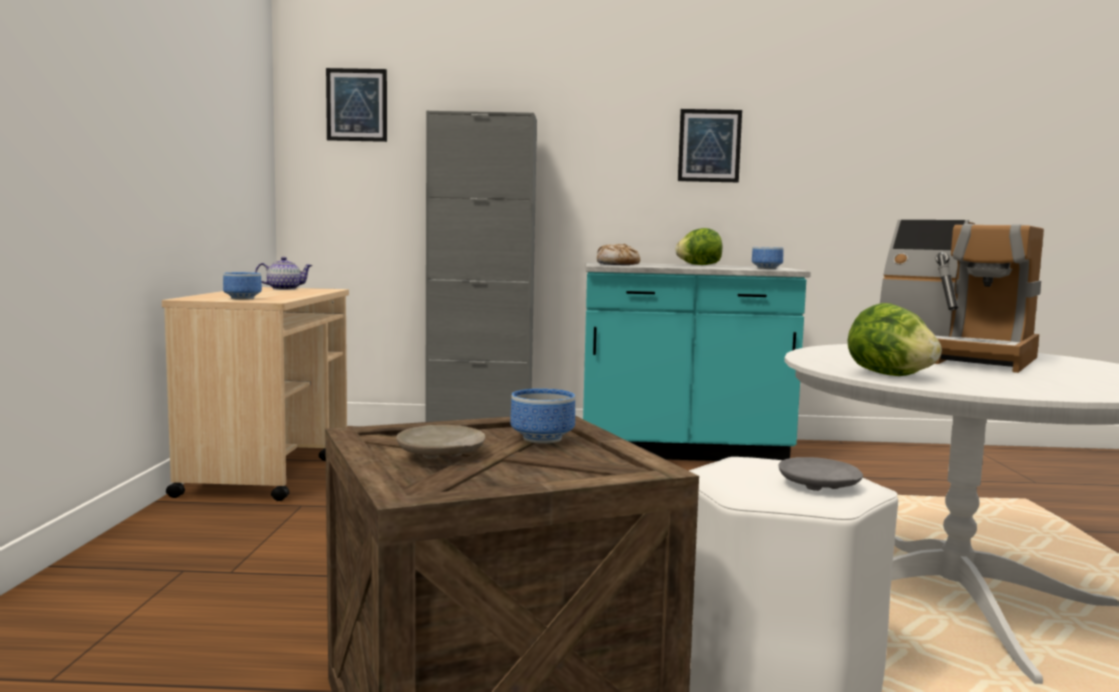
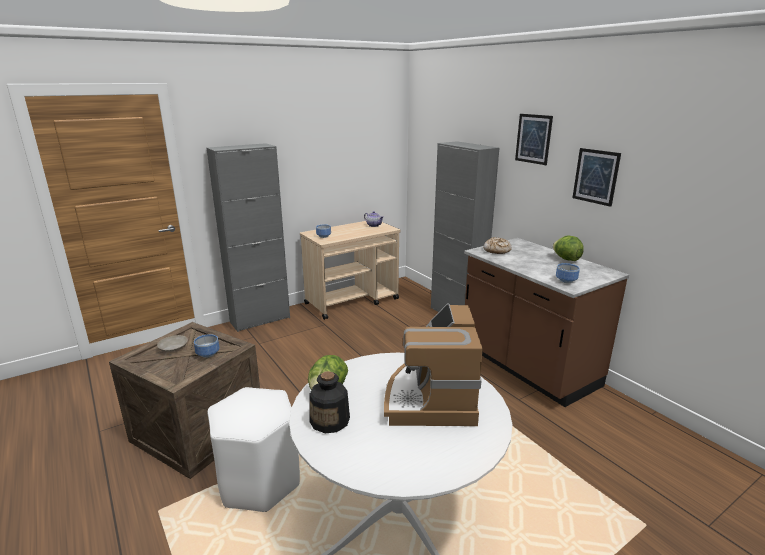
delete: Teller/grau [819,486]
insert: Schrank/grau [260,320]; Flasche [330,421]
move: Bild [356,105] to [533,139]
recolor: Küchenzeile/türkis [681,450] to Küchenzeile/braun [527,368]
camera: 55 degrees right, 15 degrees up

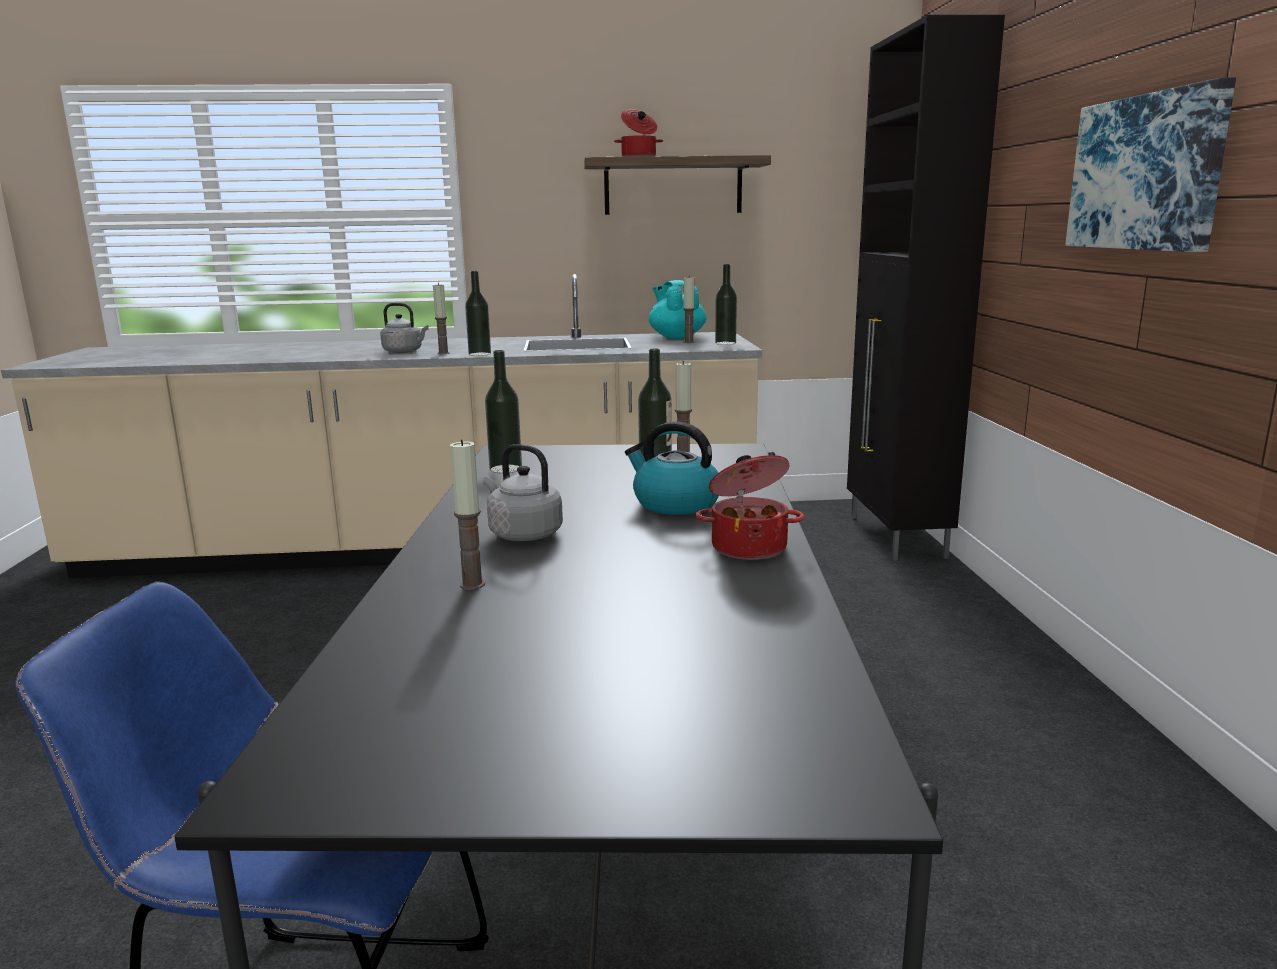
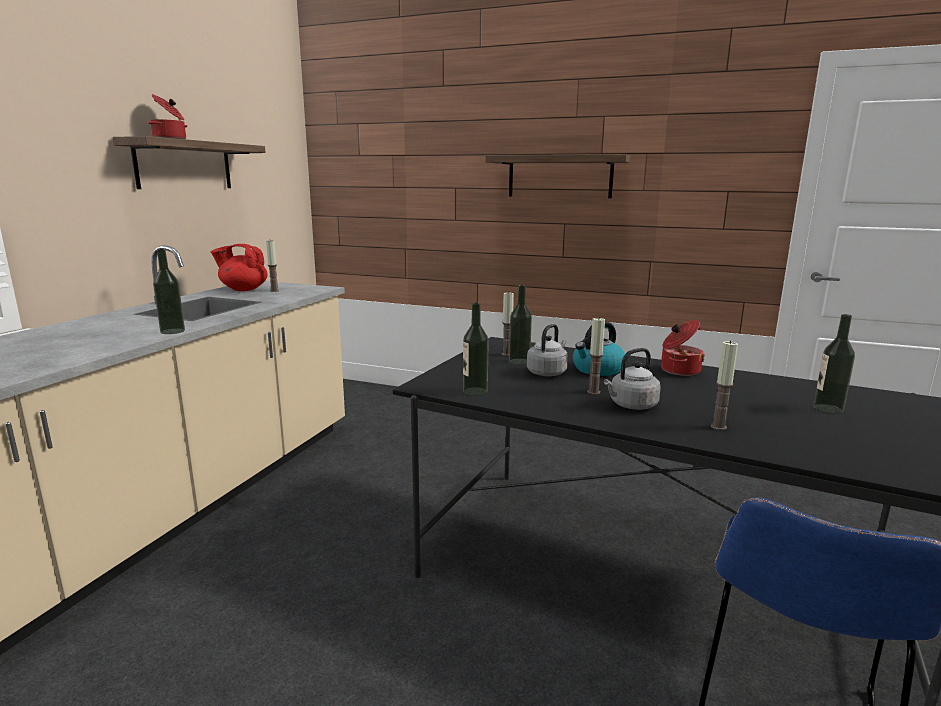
delete: Schrank/schwarz [896,537]
move: Flasche [725,343] to [828,409]; Kerze [443,353] to [593,392]; Wasserkessel/grau [404,351] to [547,372]
replace: Bild [1146,173] to Wandregal [559,177]
recolor: Teekanne/türkis [676,337] to Teekanne/rot [243,289]
camera: 65 degrees left, 0 degrees up

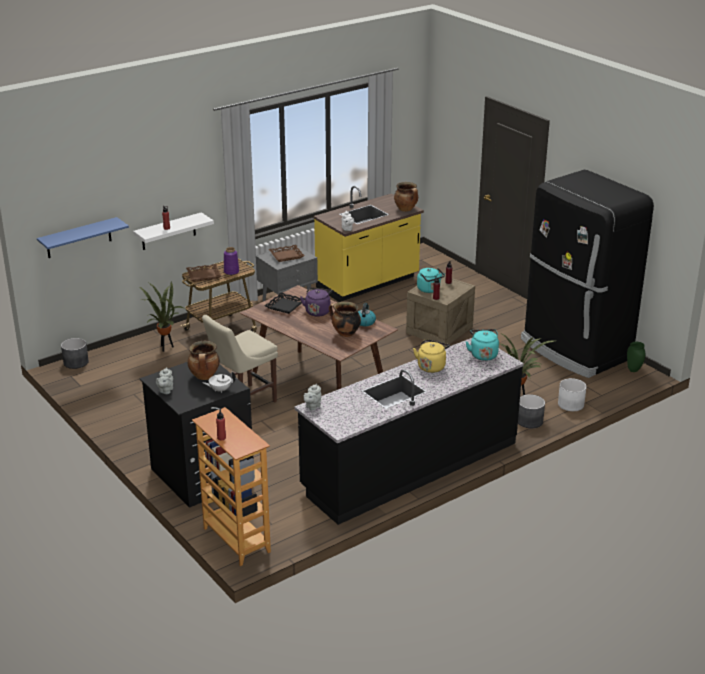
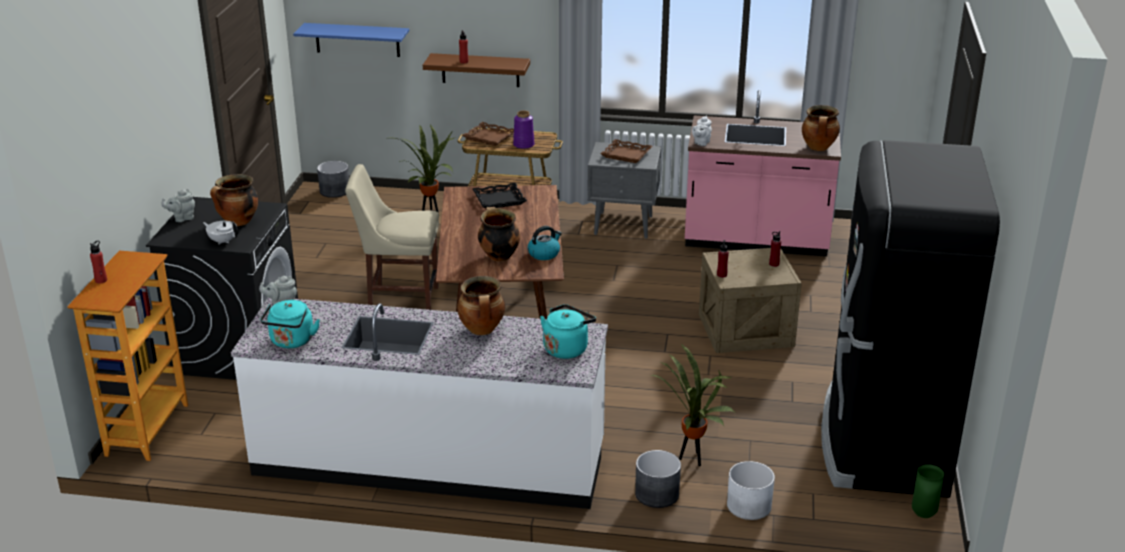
delete: Wasserkessel/lila [317,311]
move: Wasserkessel/türkis [429,289] to [291,342]
replace: Wasserkessel/gelb [431,366] to Kochtopf [482,330]
recolor: Küchenzeile/gelb [368,283] to Küchenzeile/rosa [756,241]; Wandregal/weiß [168,231] to Wandregal/braun [480,70]; Küchenzeile/schwarz [409,466] to Küchenzeile/weiß [430,460]
camera: 45 degrees right, 0 degrees up

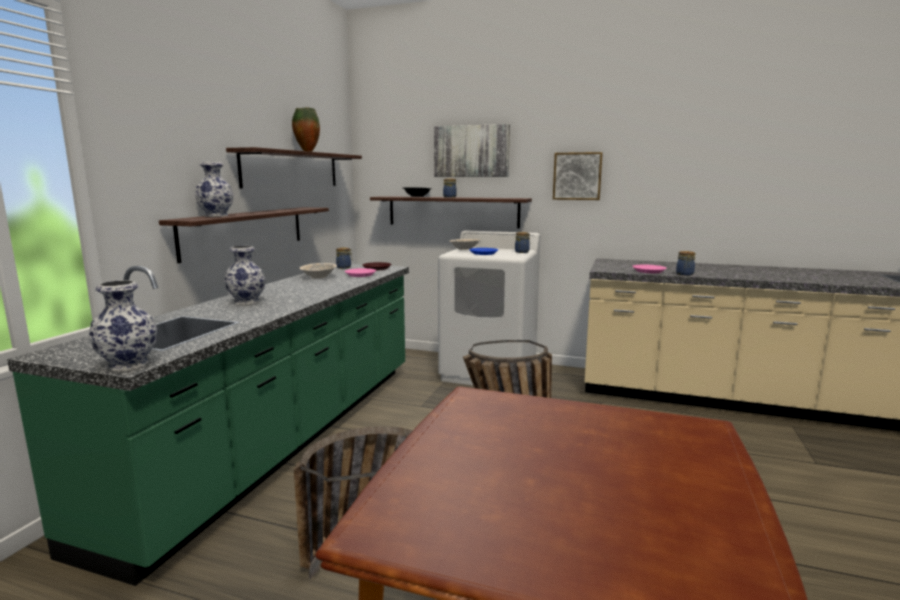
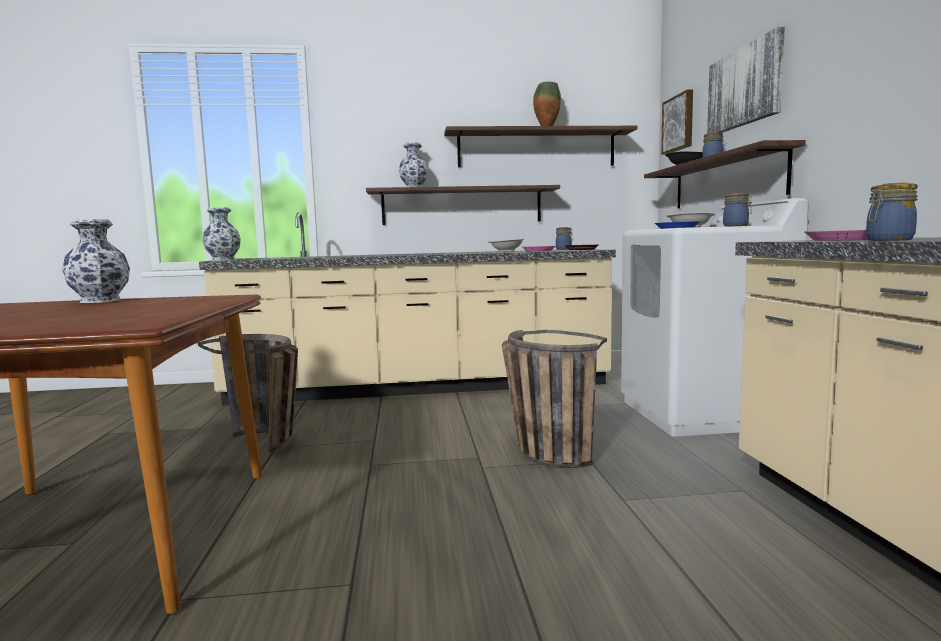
move: Bild [577,176] to [679,123]; Vase [247,301] to [101,301]
recolor: Küchenzeile/grün [286,438] to Küchenzeile/beige [420,387]
camera: 65 degrees right, 5 degrees down

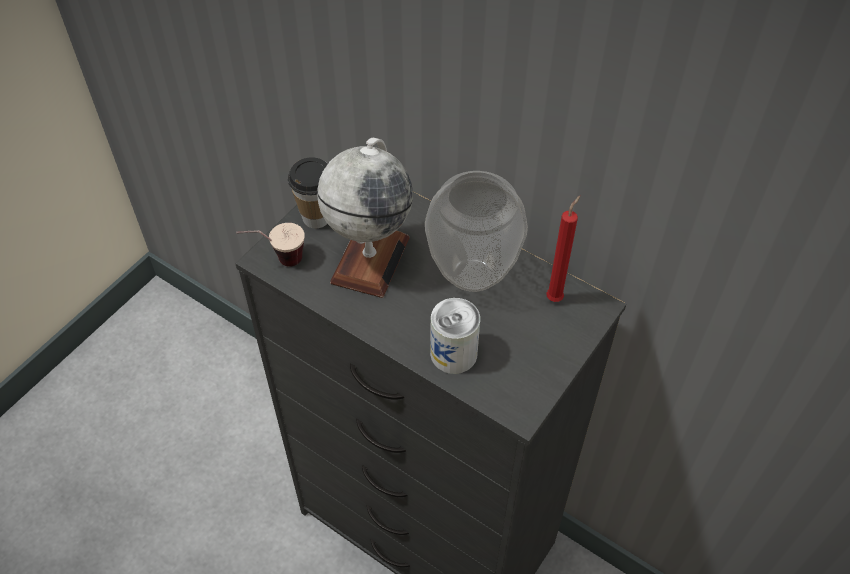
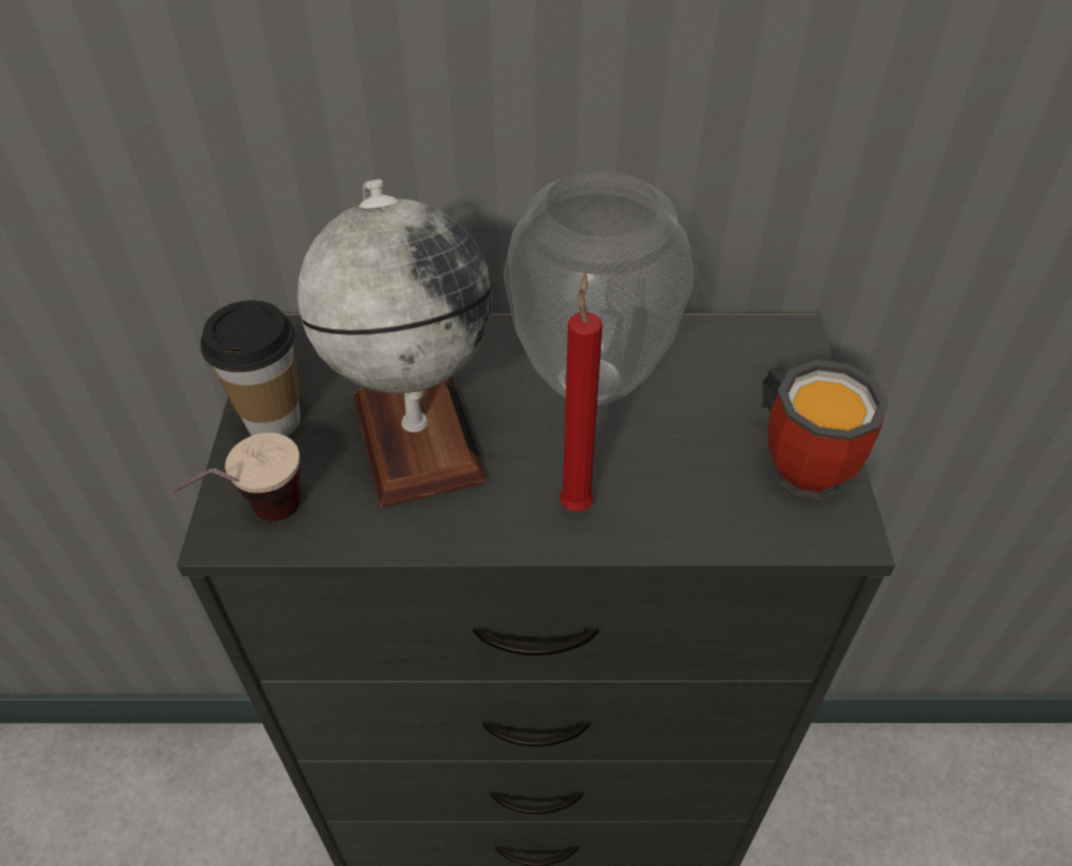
delete: Dose [453,353]
insert: Henkelbecher [802,460]
move: Kerze/rot [556,297] to [576,502]
camera: 35 degrees left, 5 degrees down

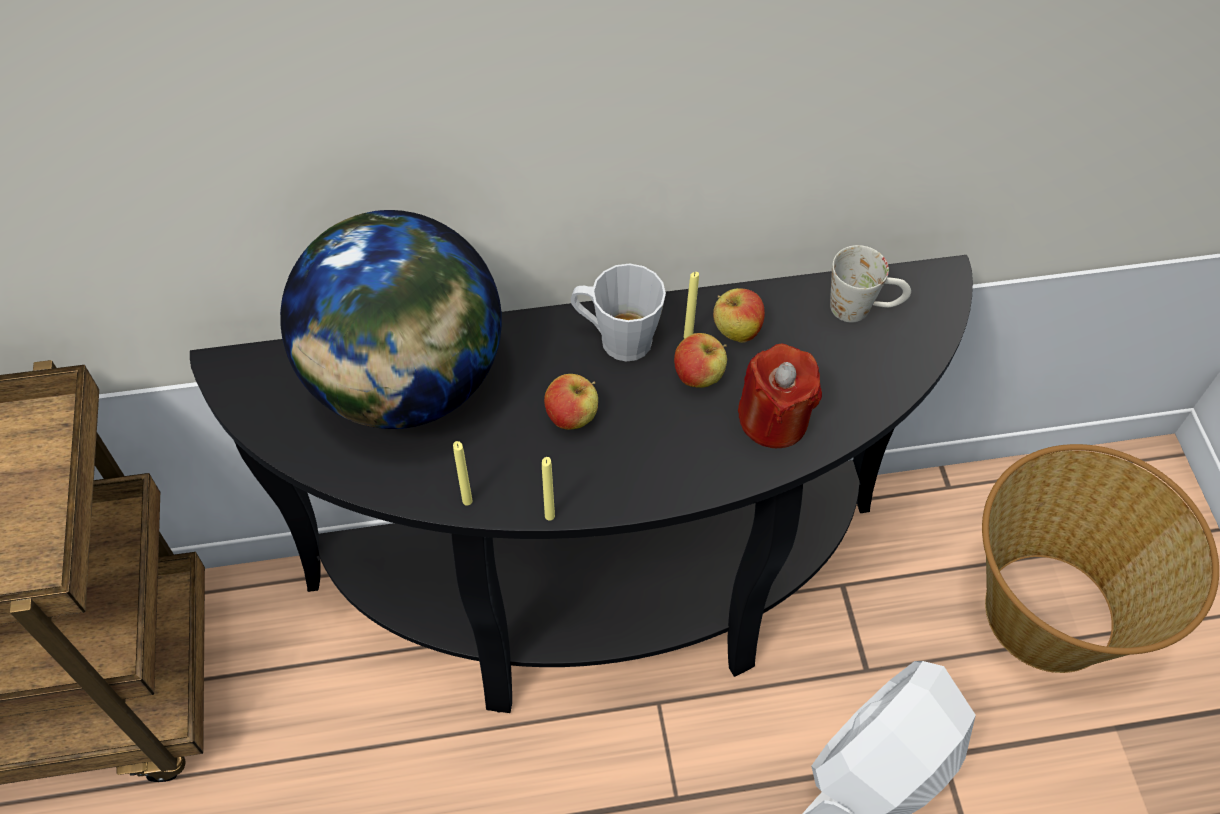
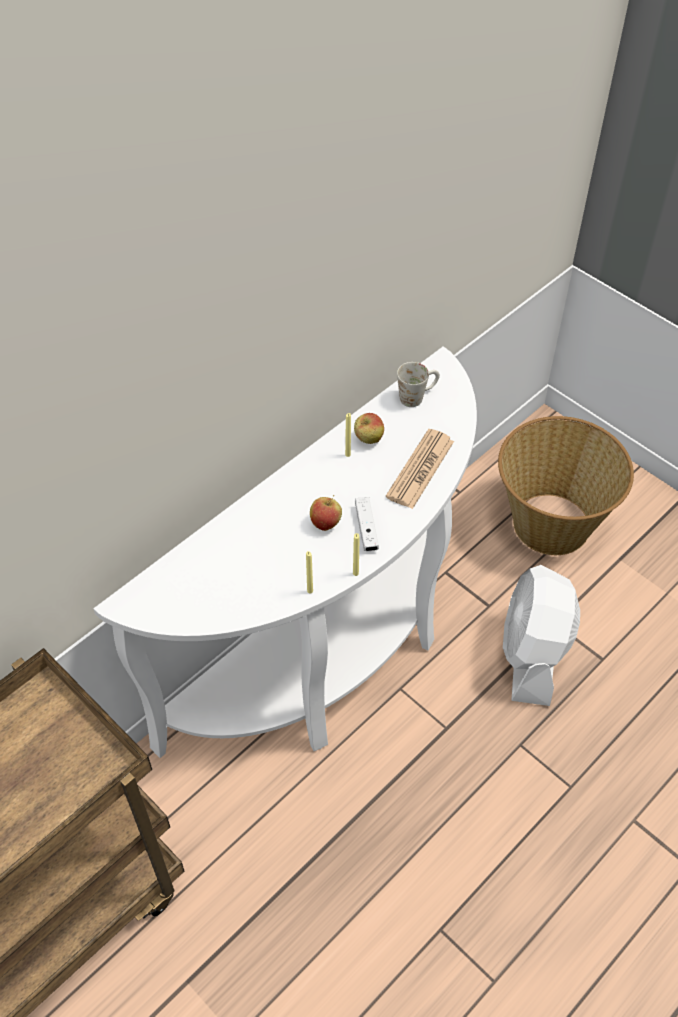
delete: Globus [406,381]; Henkelbecher/grau [616,338]; Apfel [698,377]
insert: Gamepad/weiß [366,529]
replace: Kerze/rot [773,419] to Zeitung [420,469]
recolor: Konsolentisch/schwarz [603,604] to Konsolentisch/weiß [332,658]
camera: 35 degrees left, 5 degrees down

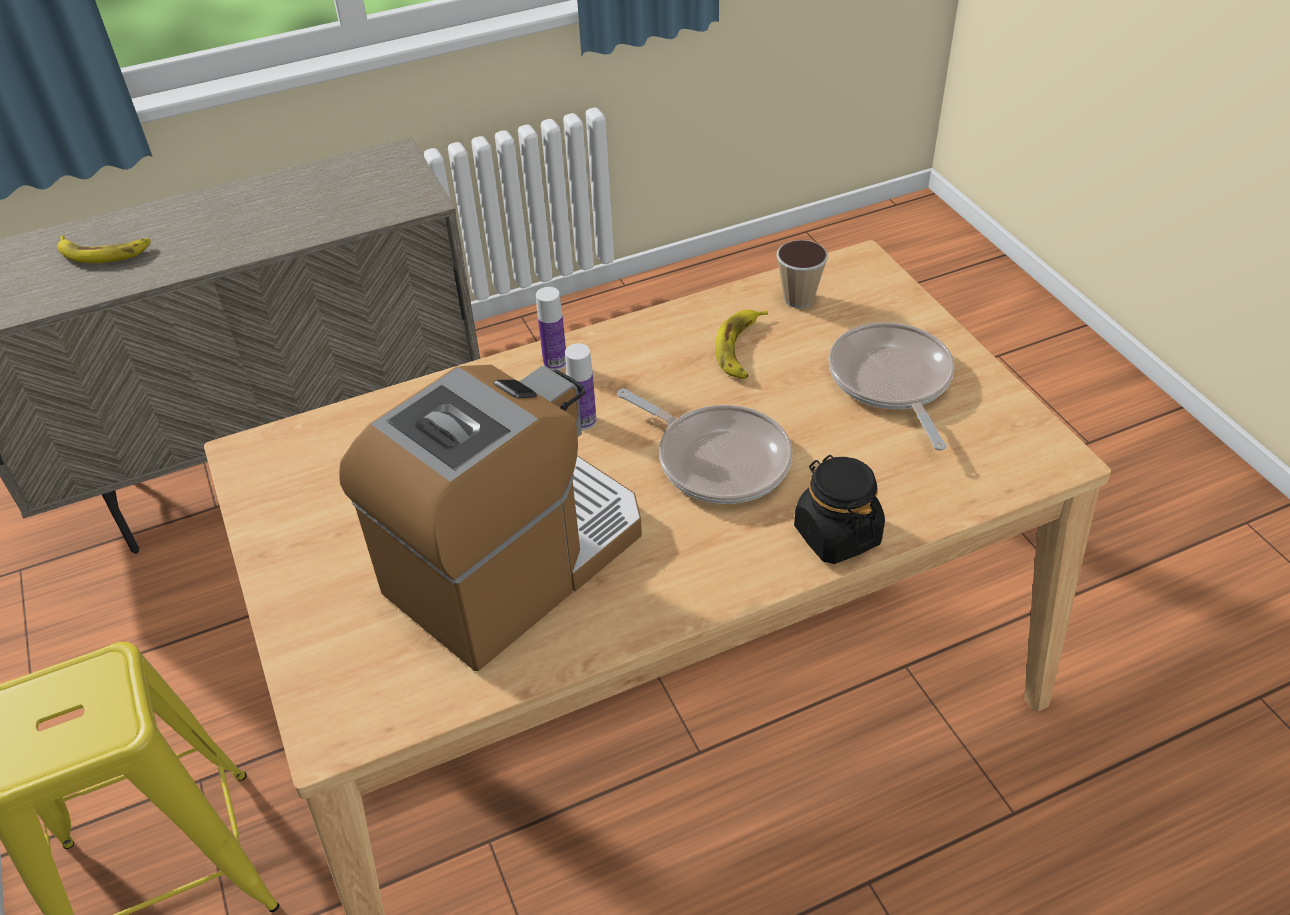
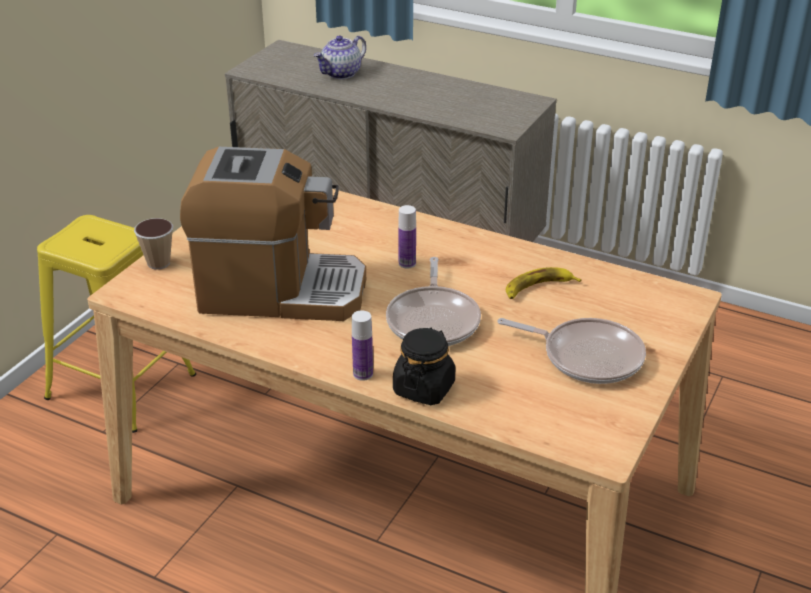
move: Tasse [798,299] to [158,263]; Flasche [555,363] to [363,374]
replace: Banane [104,252] to Teekanne [341,74]
rotate: Pfanne [891,381] = [587,356] 75 degrees clockwise
camera: 50 degrees right, 10 degrees down

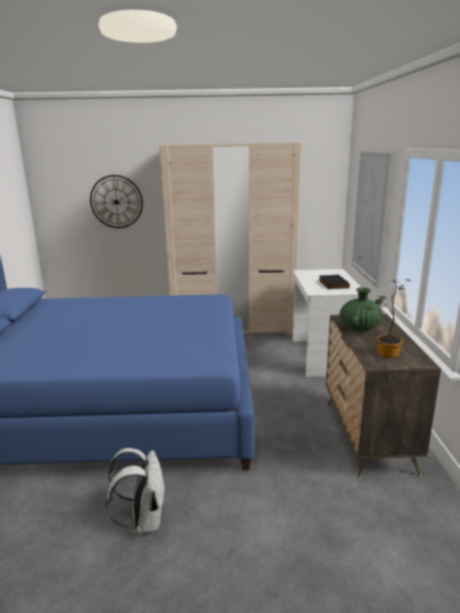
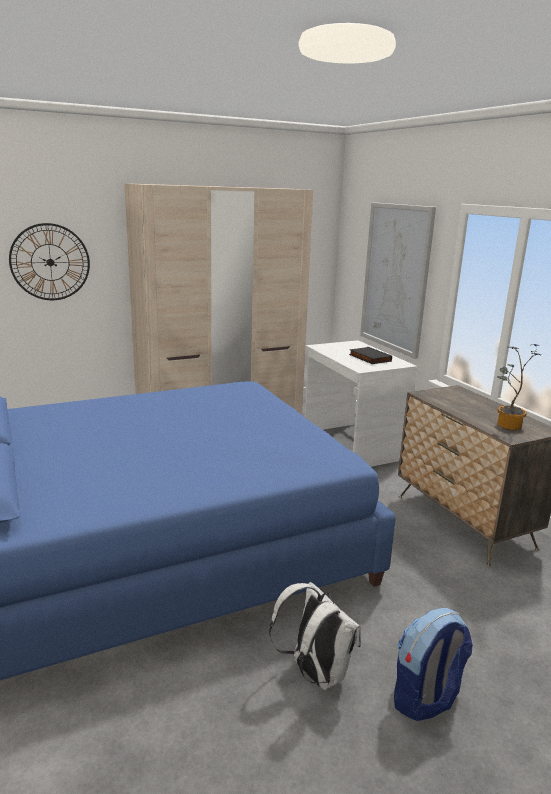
delete: Vase/grün [360,328]
insert: Rucksack [426,699]
camera: 25 degrees left, 0 degrees up

